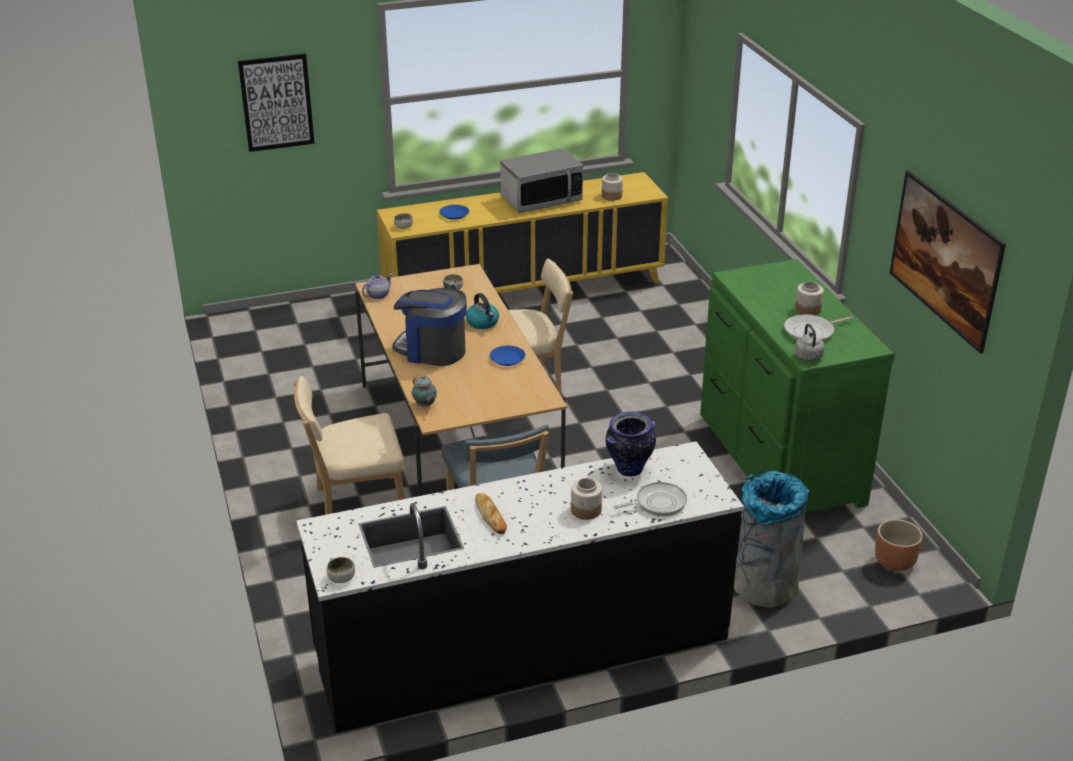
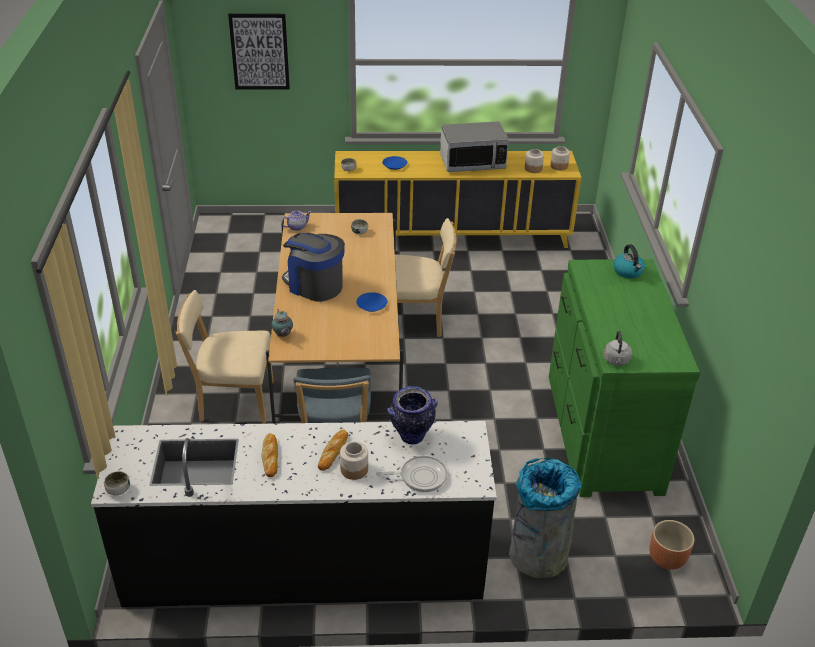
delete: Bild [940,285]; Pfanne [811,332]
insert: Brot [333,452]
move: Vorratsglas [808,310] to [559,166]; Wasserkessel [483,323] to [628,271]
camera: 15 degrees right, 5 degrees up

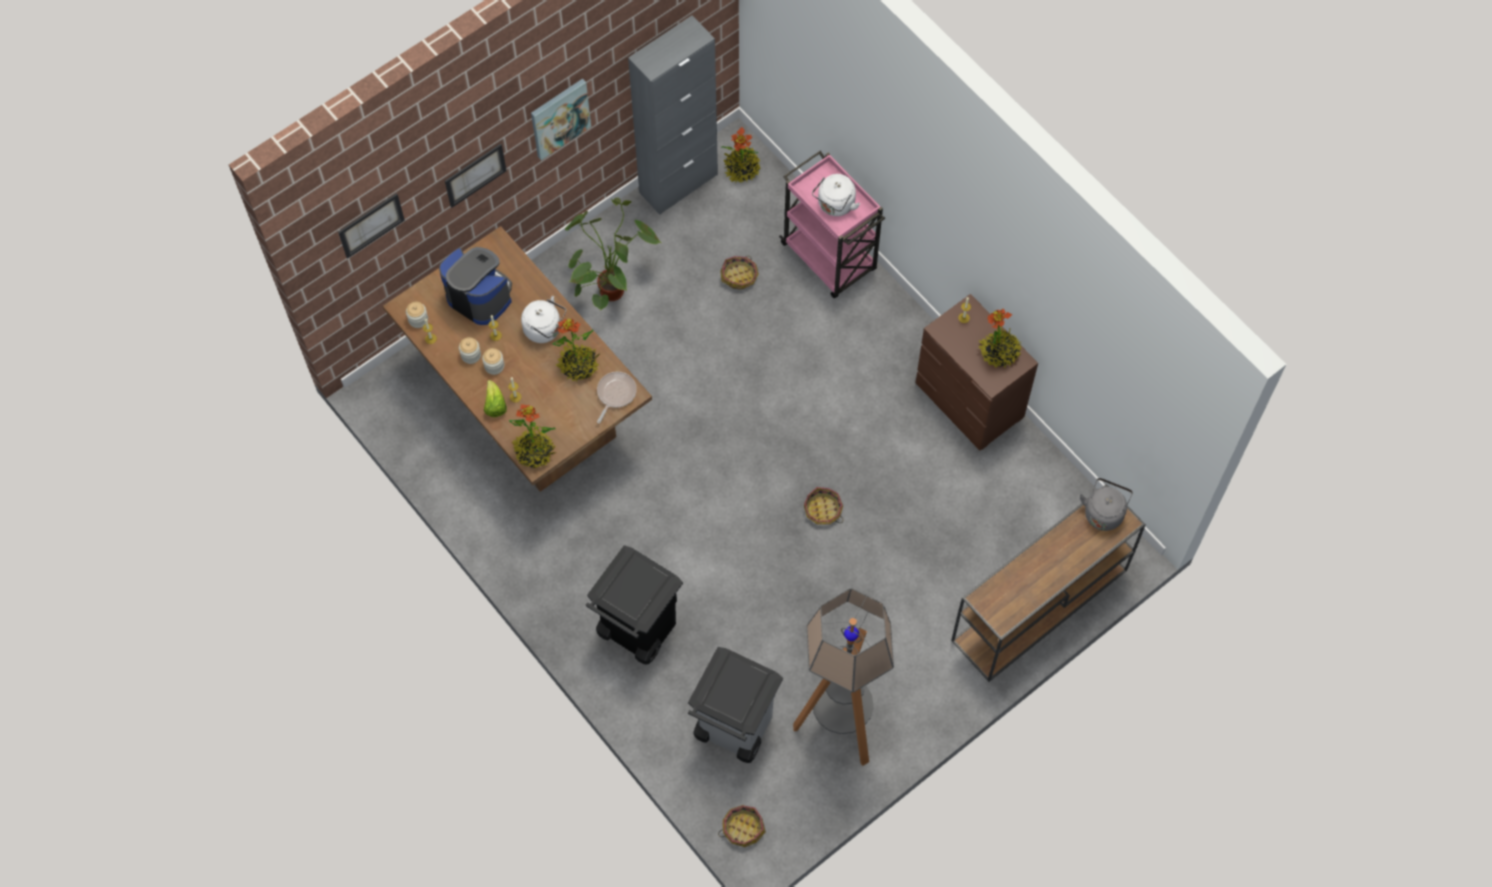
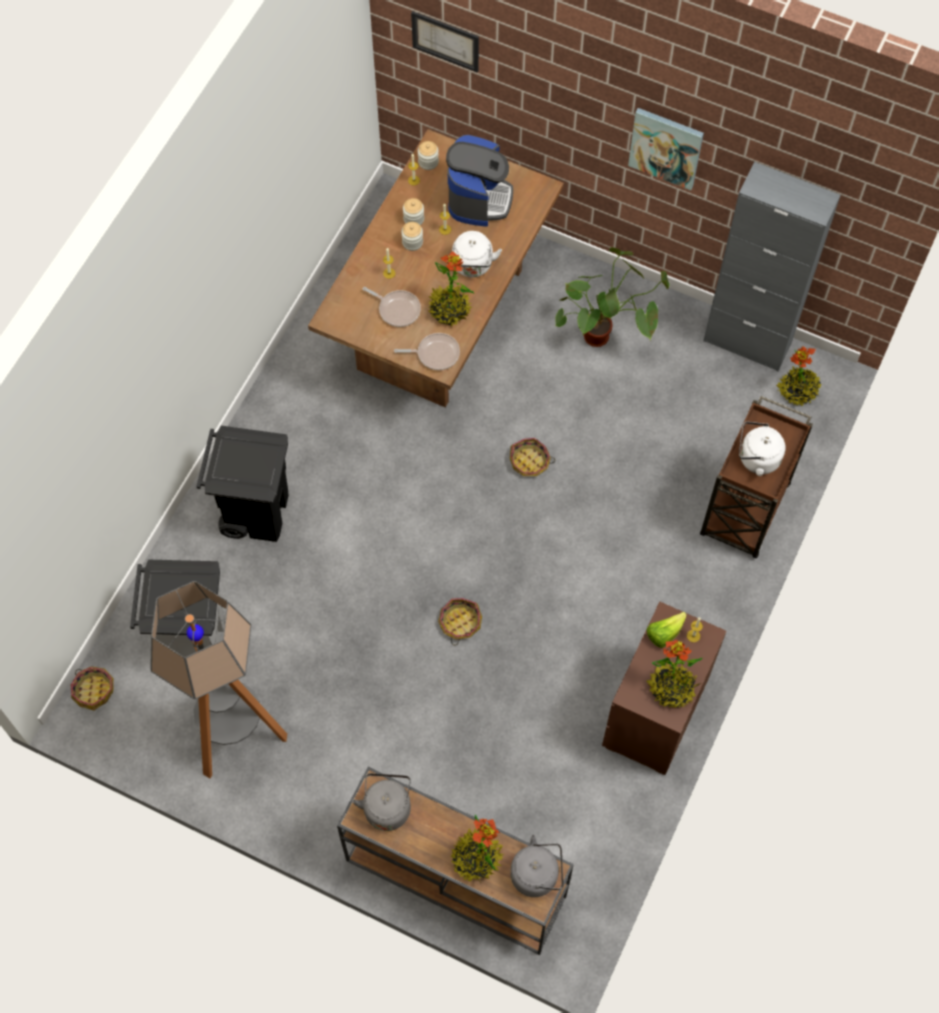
delete: Bild [475,175]
insert: Pfanne [397,309]; Wasserkessel/grau [387,806]
move: Korb [739,276] to [529,462]; Salatkopf [495,405] to [664,633]; Topfpflanze [534,452] to [476,858]
recolor: Rollwagen/rosa [830,258] to Rollwagen/braun [744,512]
camera: 65 degrees right, 0 degrees up

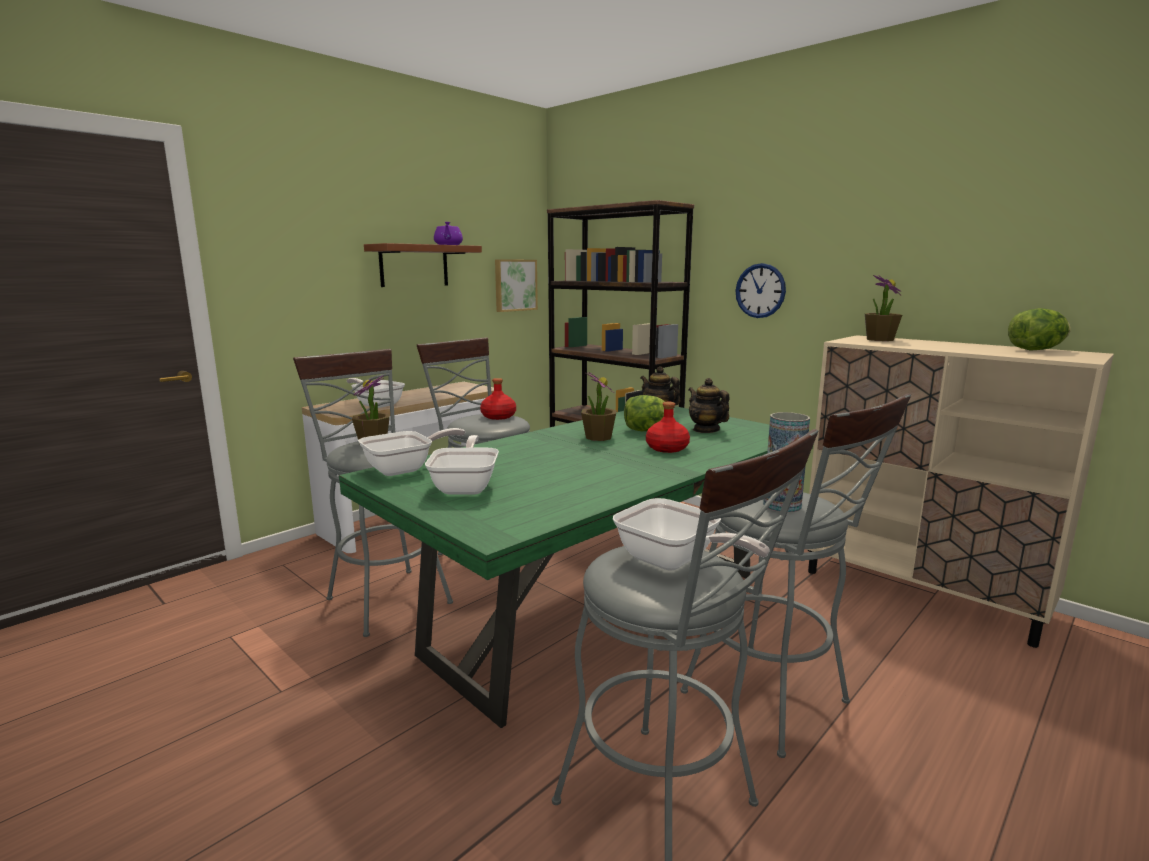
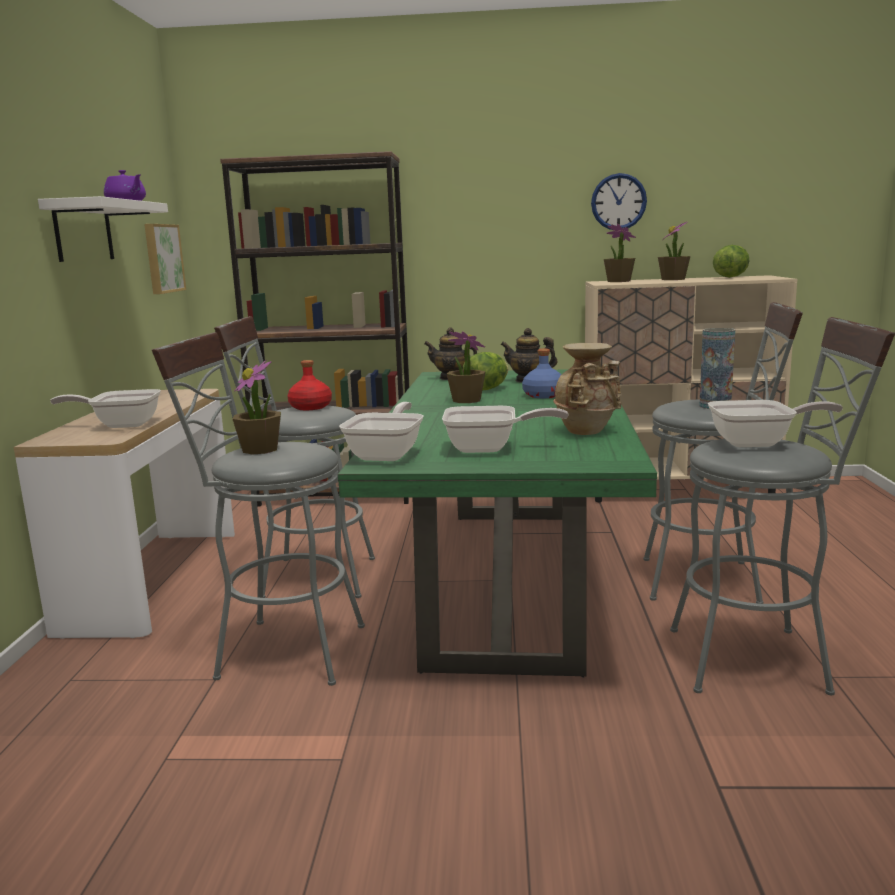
insert: Topfpflanze [673,279]; Vase/beige [588,431]
move: Wanduhr [760,290] to [618,202]
recolor: Wandregal/braun [414,266] to Wandregal/weiß [83,231]; Flasche/rot [667,448] to Flasche/blau [543,395]
rotate: Pfanne [466,486] = [489,449] 135 degrees clockwise
camera: 40 degrees left, 0 degrees up

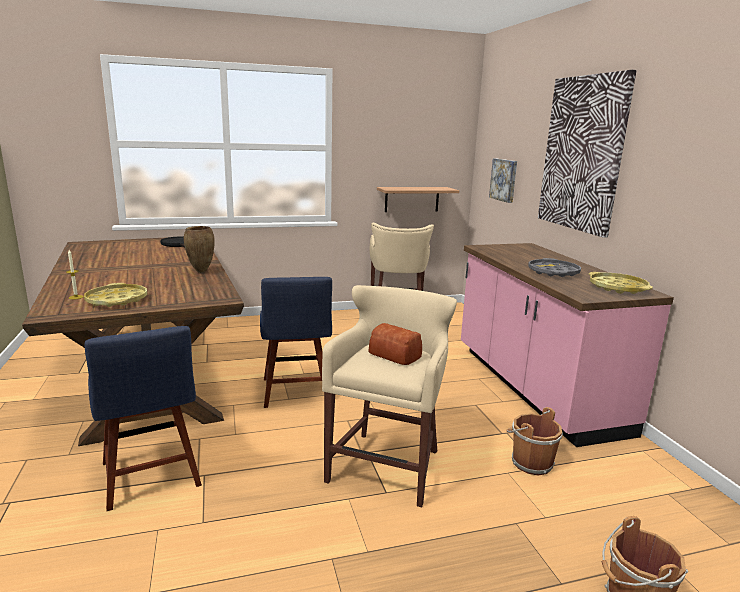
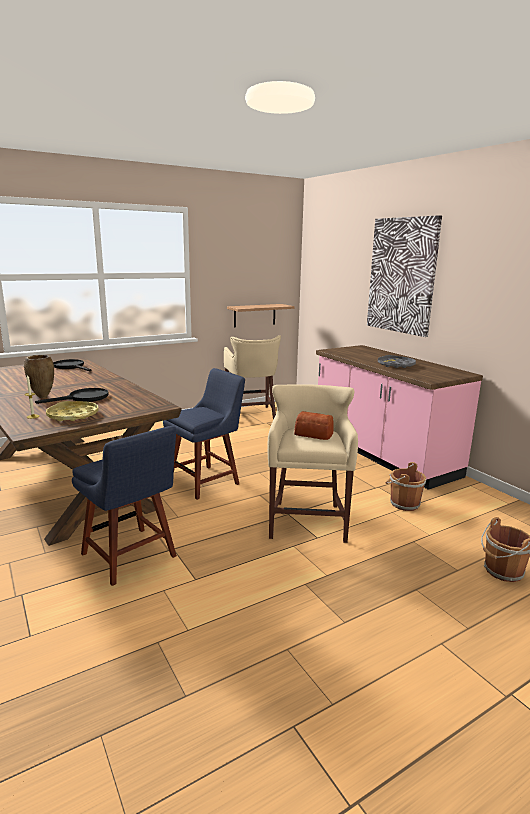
delete: Bild [504,180]; Tablett/gelb [617,287]
insert: Pfanne/schwarz [83,398]
move: Vase/braun [201,272] to [42,397]
rotate: Stuhl/blau [296,392] = [206,481] 105 degrees counterclockwise
camera: 15 degrees left, 0 degrees up

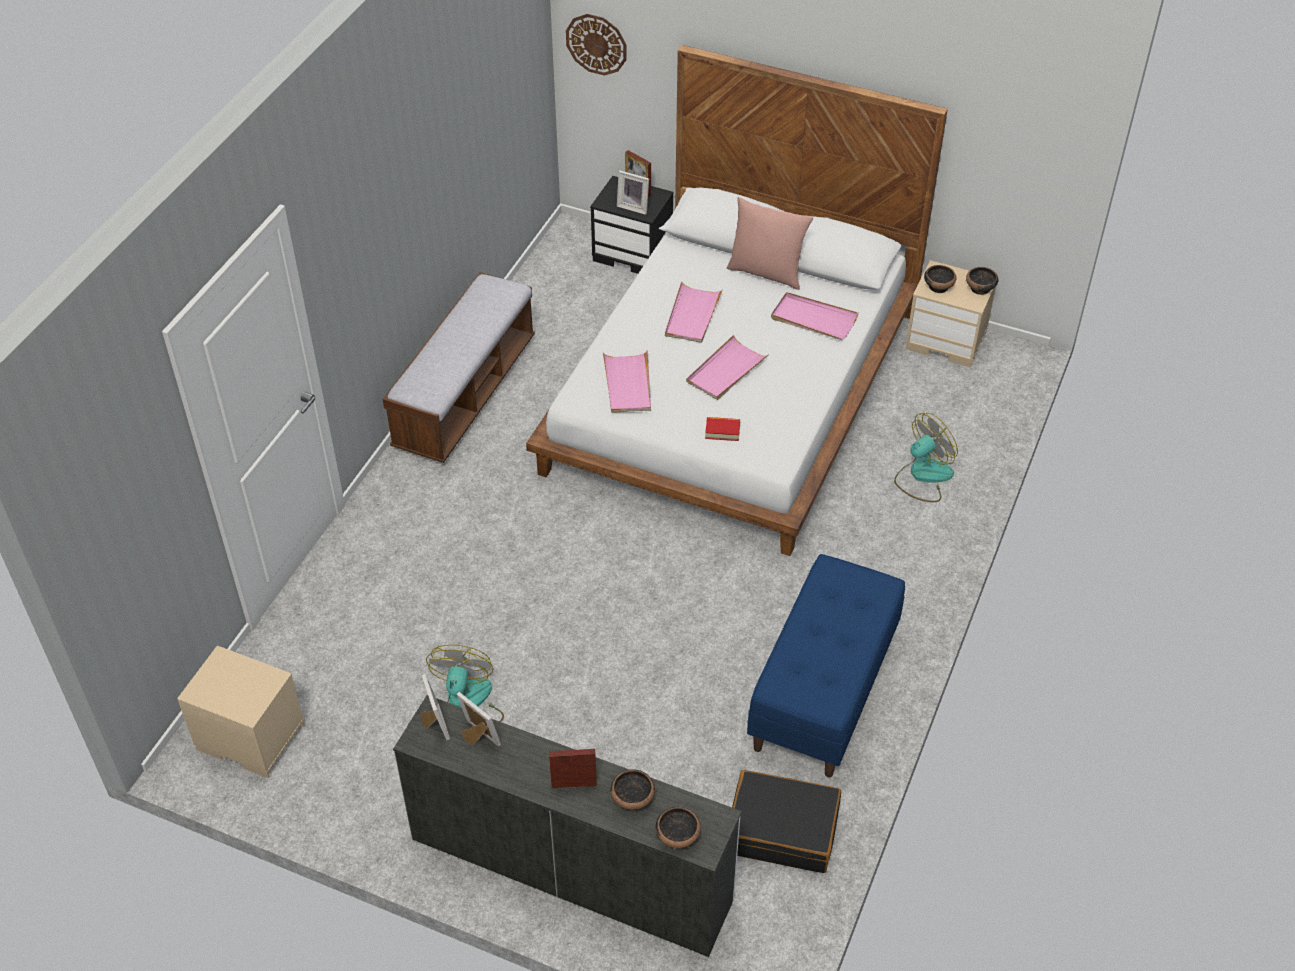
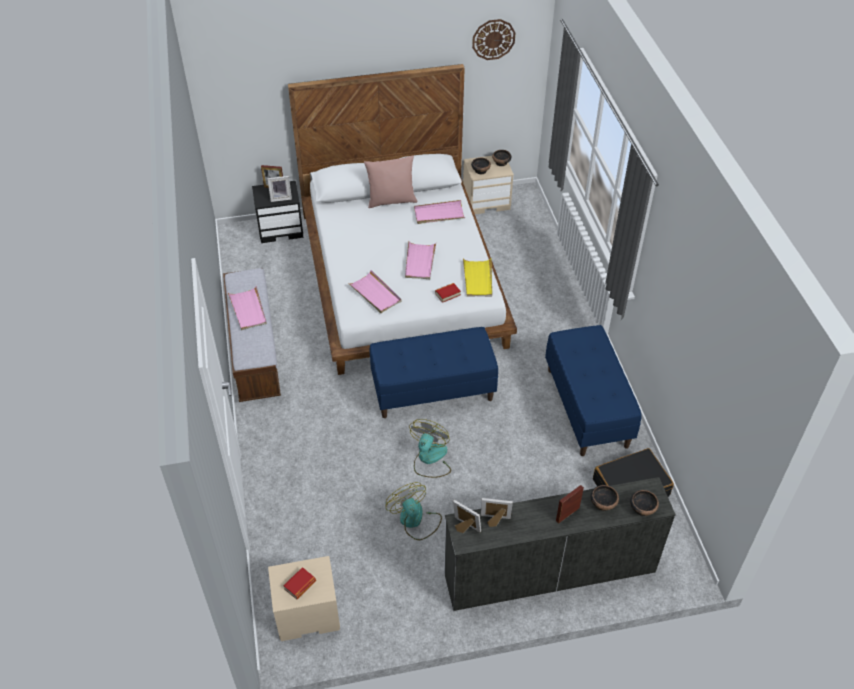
insert: Tablett/gelb [478,279]; Bank/blau [433,390]; Buch [300,585]
move: Wanduhr [596,44] to [493,39]; Tablett/rosa [692,315] to [248,310]; Ventilator [923,476] to [430,459]
camera: 35 degrees left, 0 degrees up

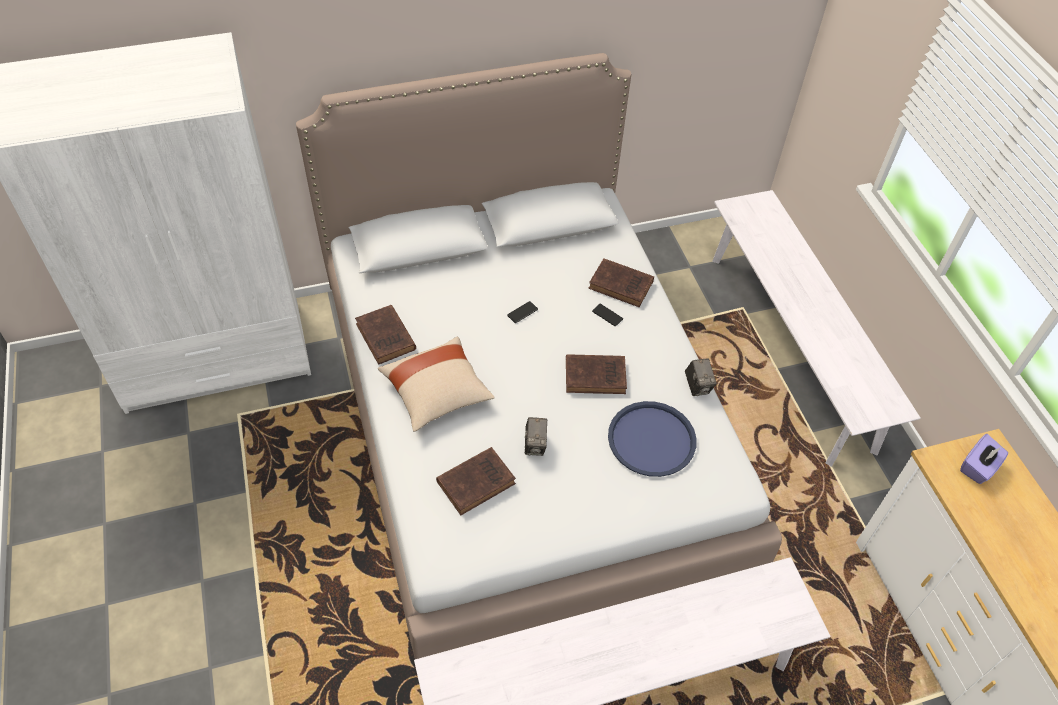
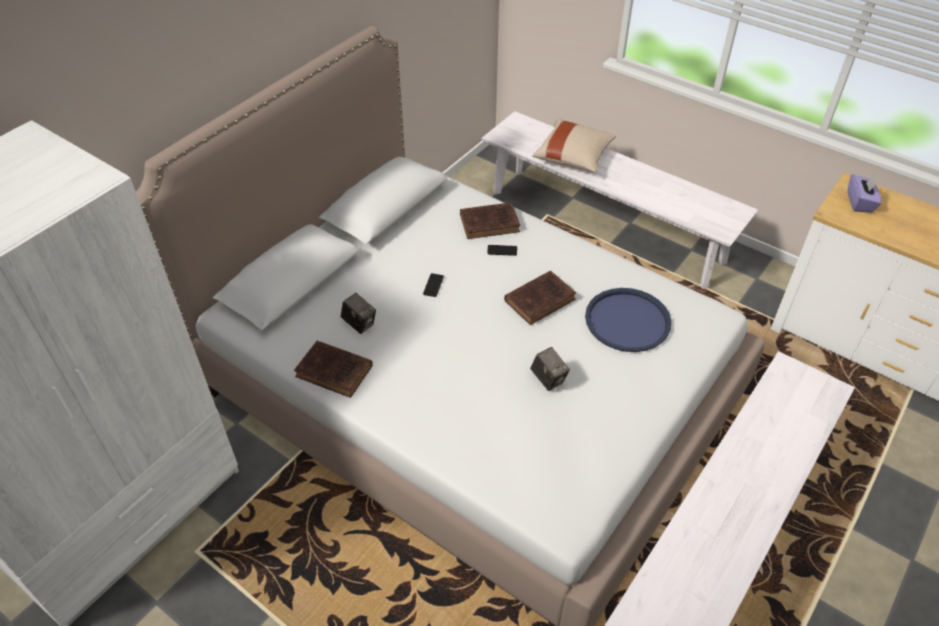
delete: Buch/braun [477,482]
move: Kissen/beige [437,393] to [573,157]; Kamera [697,386] to [359,323]
camera: 35 degrees left, 5 degrees down

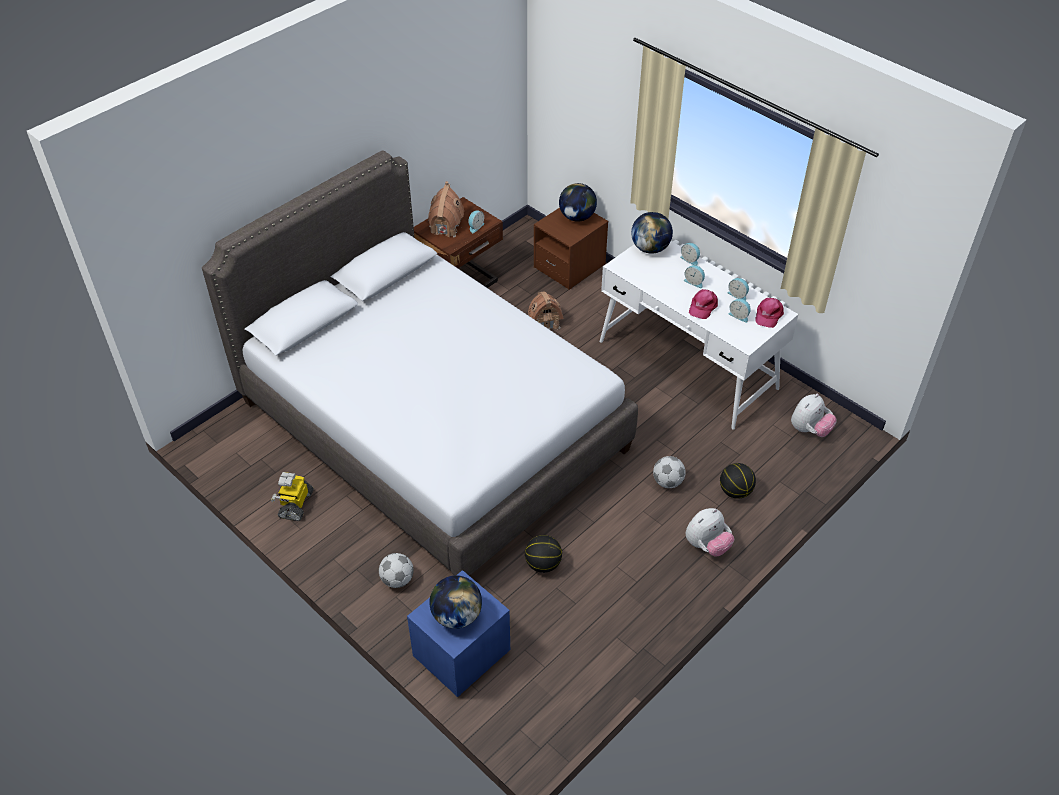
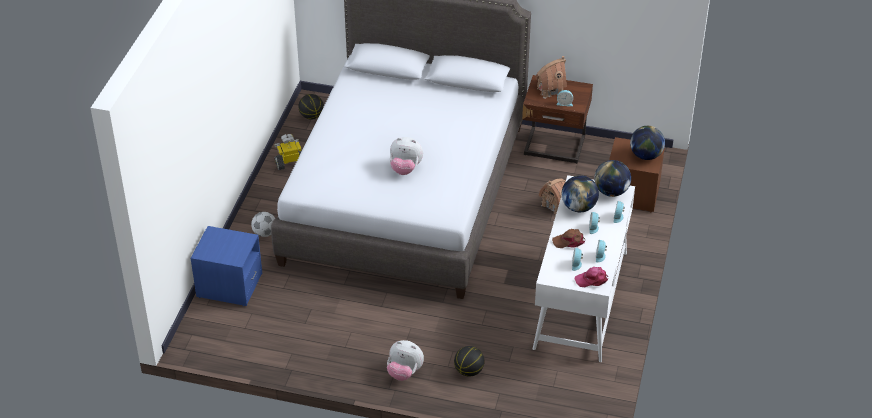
delete: Fußball [667,482]
move: Plüschtier [809,430] to [405,169]; Basketball [543,564] to [312,116]; Globus [456,615] to [578,207]
recolor: Kappe/rosa [702,306] to Kappe/braun [569,241]
camera: 60 degrees right, 5 degrees down

